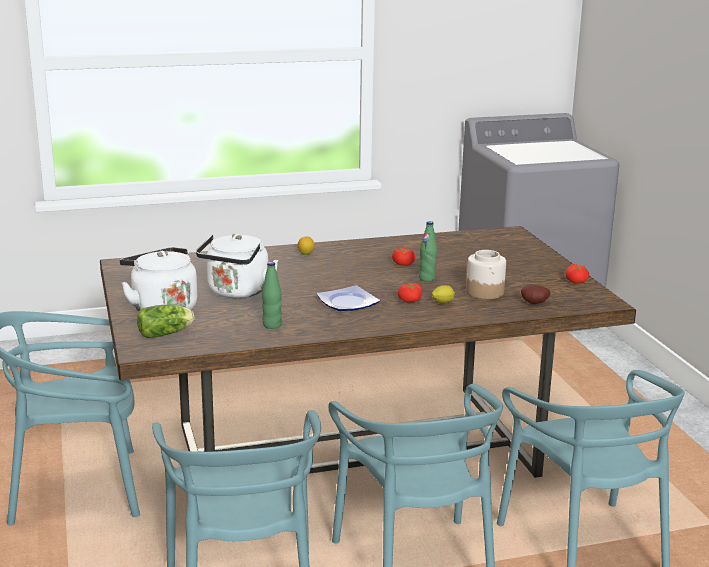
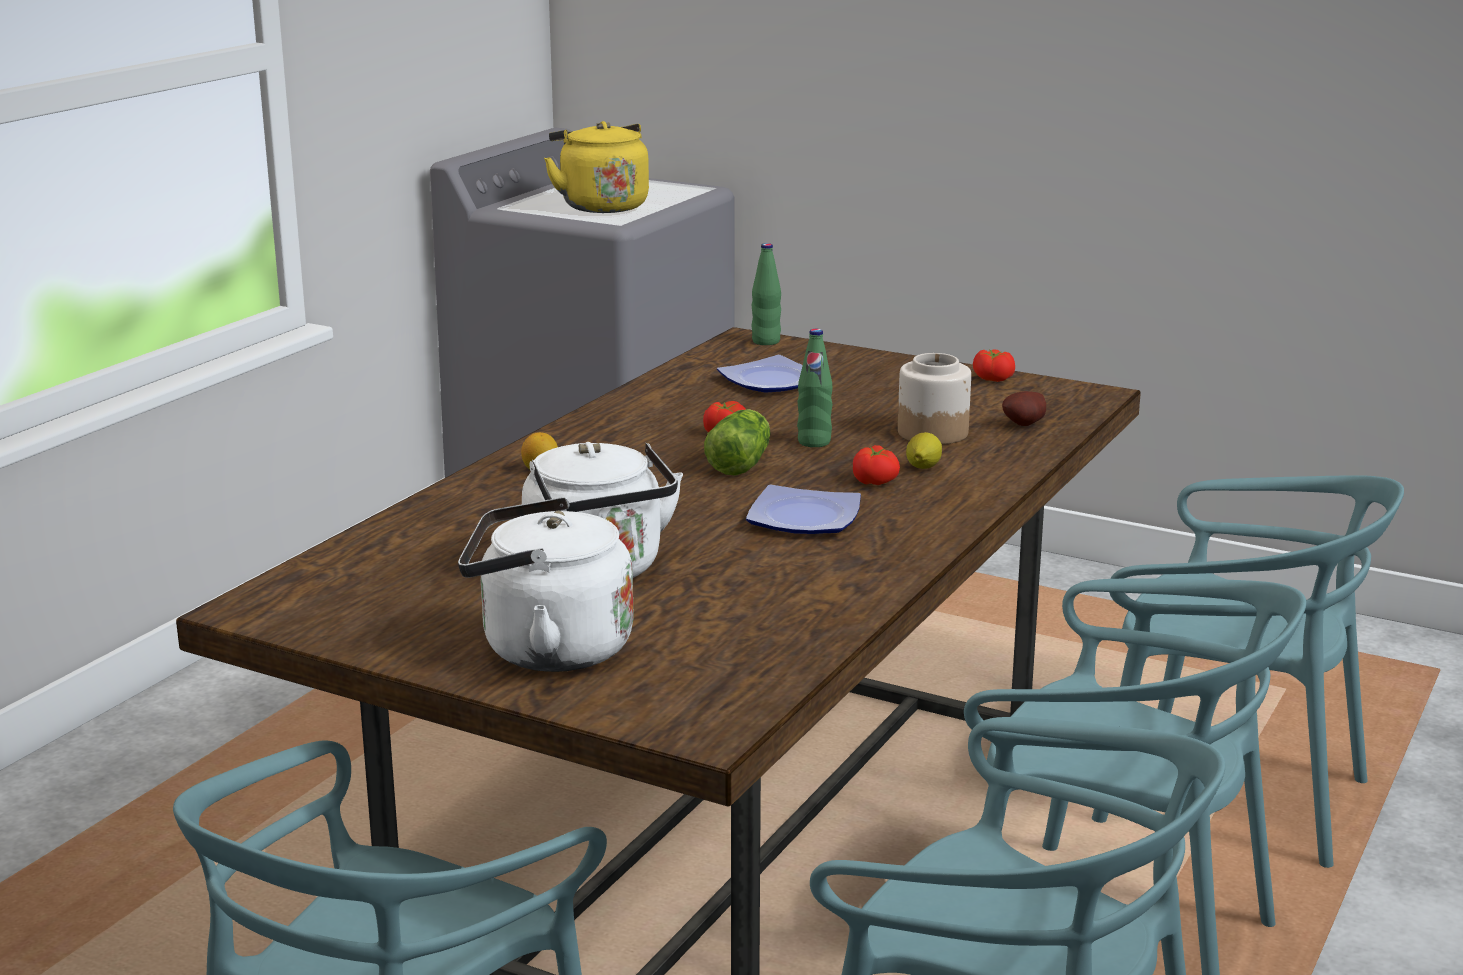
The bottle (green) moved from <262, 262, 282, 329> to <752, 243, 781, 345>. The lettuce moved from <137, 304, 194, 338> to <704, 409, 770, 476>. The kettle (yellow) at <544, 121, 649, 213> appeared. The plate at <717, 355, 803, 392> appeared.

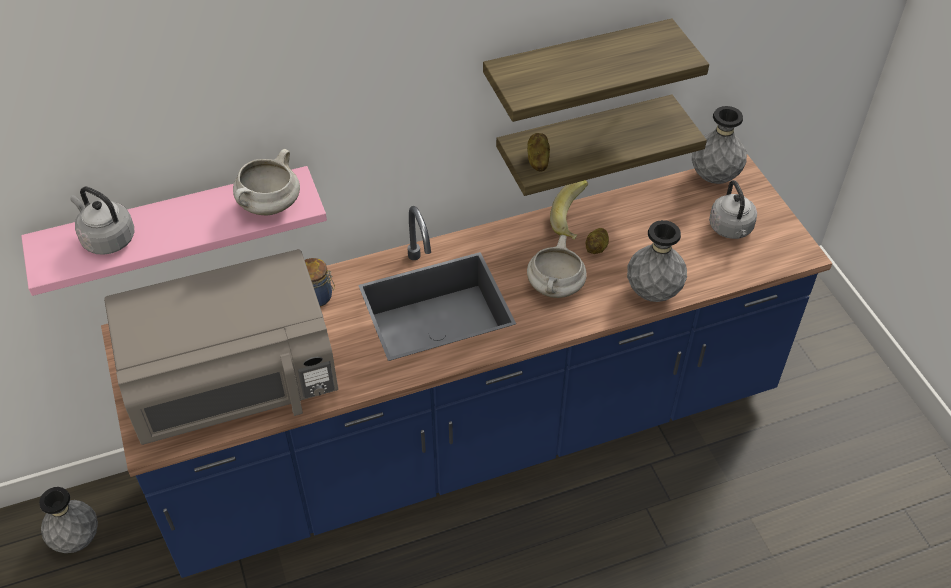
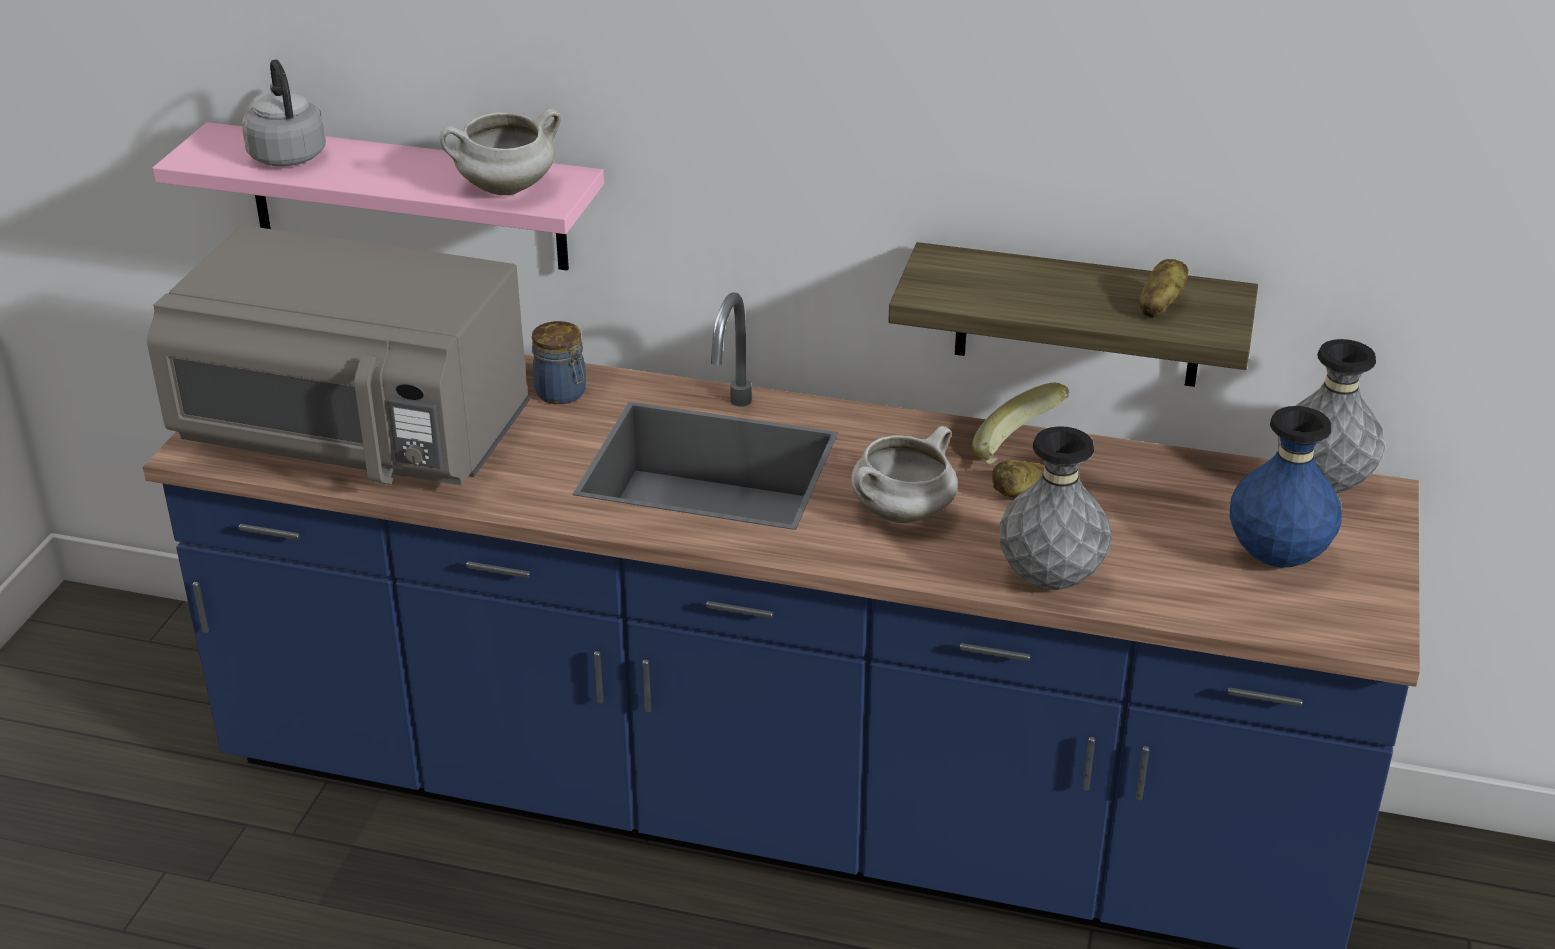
The shelf at <483, 18, 709, 122> disappeared. The potato moved from <527, 133, 550, 171> to <1139, 259, 1189, 317>. The kettle (grey) at <709, 180, 757, 239> was replaced by the vase (blue) at <1230, 406, 1342, 567>. The vase (grey) at <39, 487, 98, 553> disappeared.

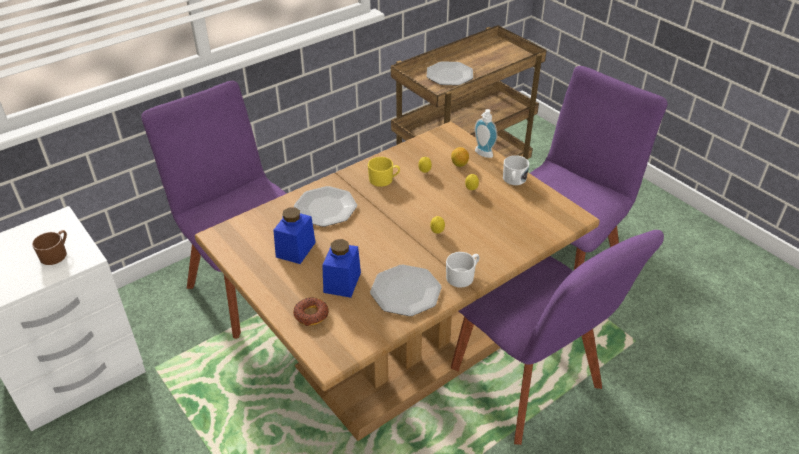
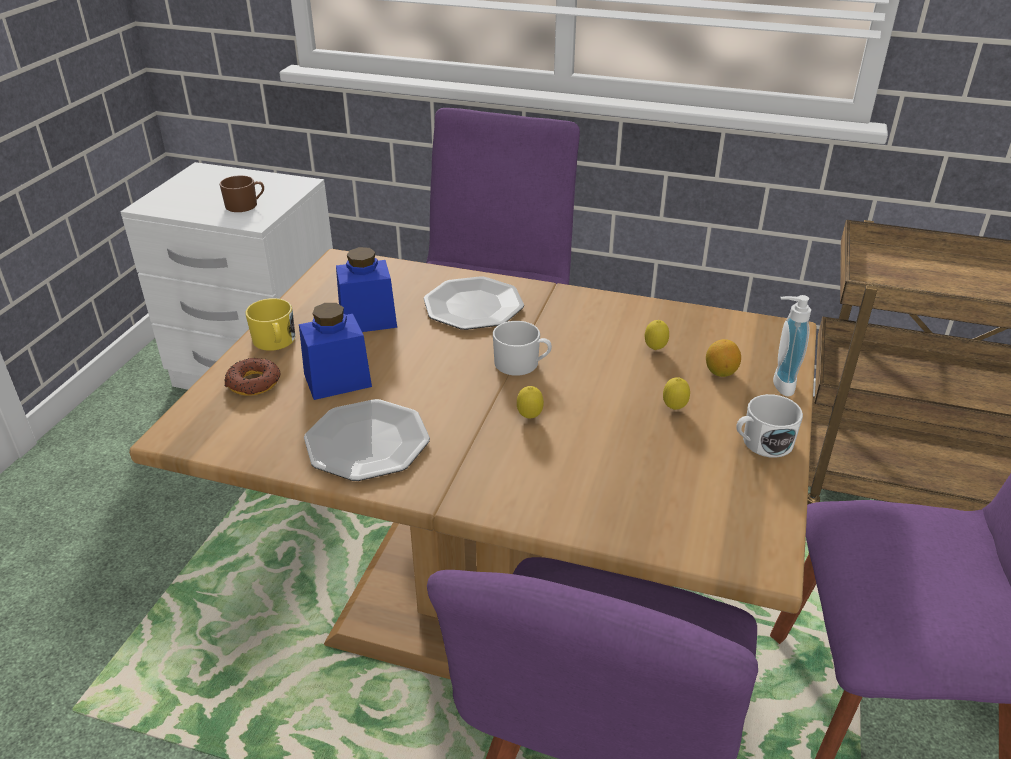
The plate at <427, 61, 473, 86> disappeared. The mug (yellow) moved from <368, 157, 400, 187> to <245, 298, 295, 351>. The mug (white) moved from <446, 252, 480, 288> to <493, 321, 552, 376>.

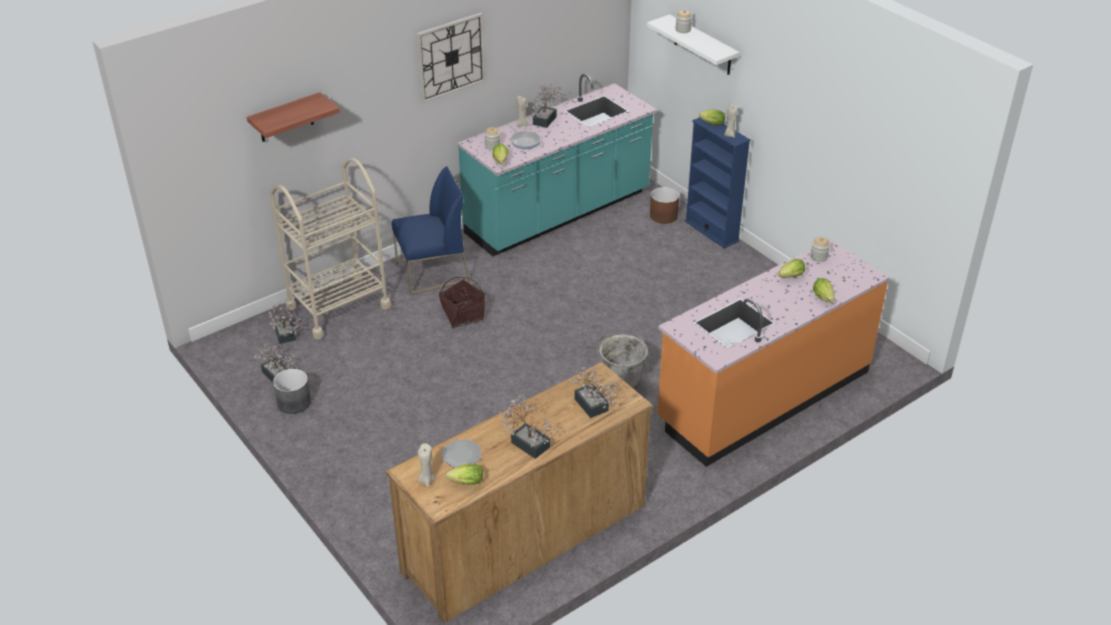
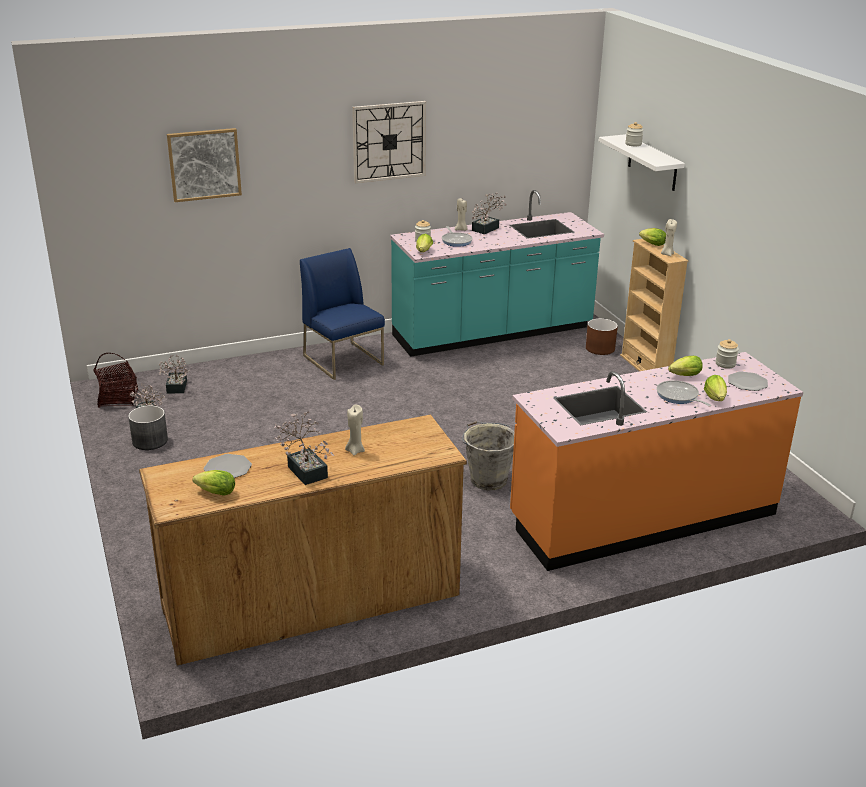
The shelf at <247, 92, 340, 142> was replaced by the picture at <167, 128, 242, 202>. The bookcase (blue) at <684, 117, 751, 249> became the bookcase (beige) at <620, 239, 688, 371>. The cart (beige) at <270, 158, 391, 339> disappeared. The chair (blue) at <392, 166, 470, 295> turned 120 degrees counterclockwise. The basket moved from <439, 277, 485, 329> to <94, 353, 138, 408>. The potted plant at <569, 367, 620, 418> disappeared. The candle (beige) moved from <418, 443, 436, 487> to <345, 404, 365, 456>. The plate at <728, 371, 768, 391> appeared. The frying pan at <657, 380, 711, 406> appeared.

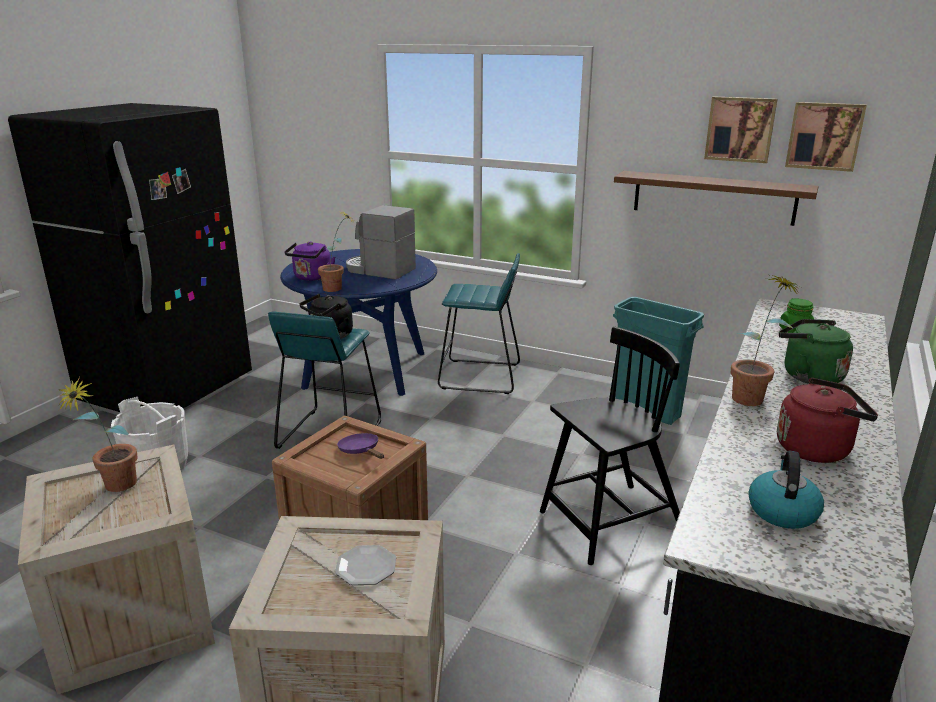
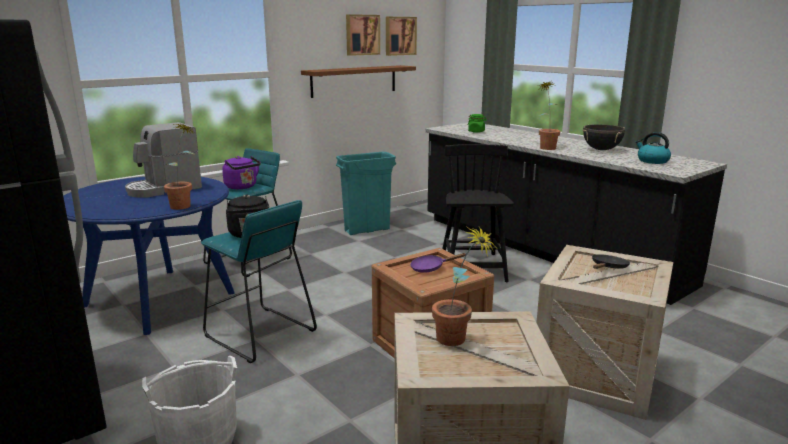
The kettle (purple) moved from <284, 241, 335, 281> to <222, 156, 261, 189>. The kettle (green) at <779, 319, 853, 384> disappeared. The kettle (red) at <777, 378, 878, 463> was replaced by the cooking pot (black) at <583, 124, 625, 150>. The plate at <335, 545, 396, 585> was replaced by the frying pan (black) at <592, 254, 630, 269>.

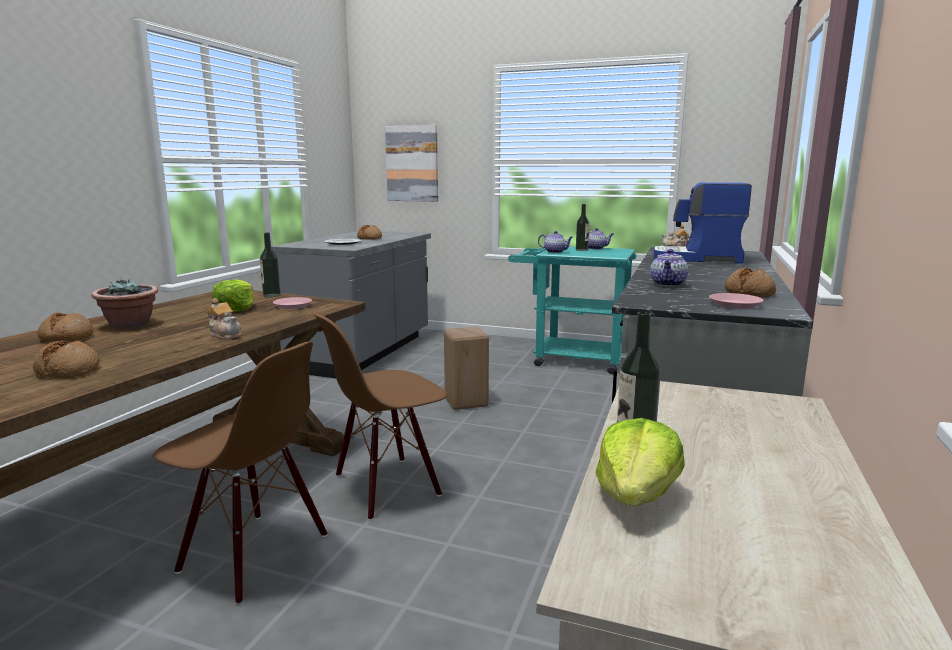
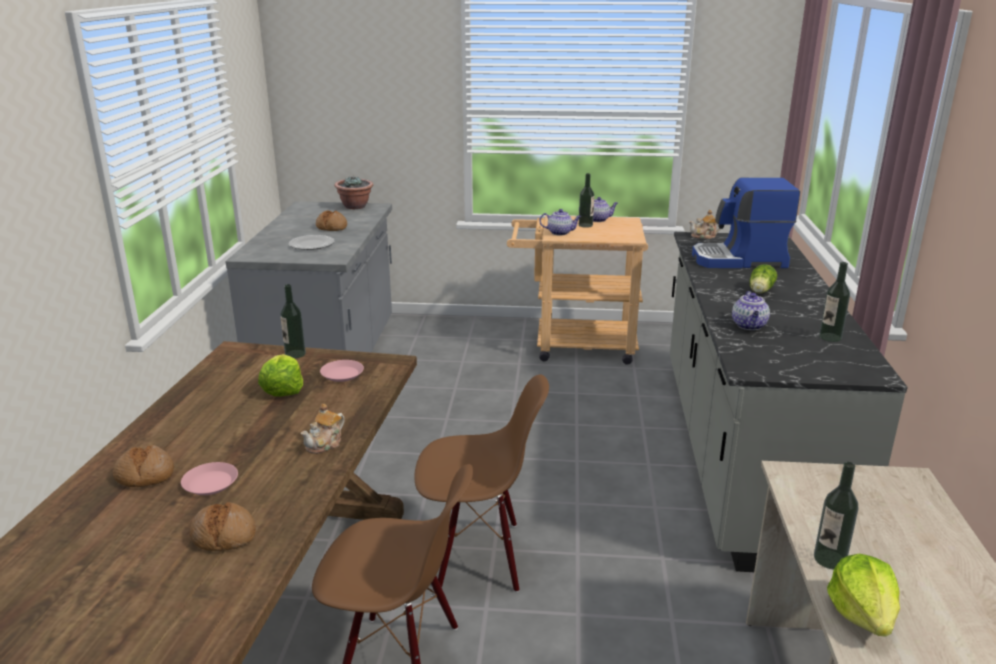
The picture at <385, 125, 438, 202> disappeared. The cart (turquoise) at <508, 246, 636, 374> became the cart (beige) at <507, 215, 648, 365>. The bread at <725, 268, 776, 297> was replaced by the bottle at <819, 262, 850, 342>. The potted plant moved from <91, 279, 158, 329> to <334, 176, 373, 209>. The plate (pink) moved from <709, 293, 764, 309> to <181, 462, 238, 495>. The teapot at <207, 298, 241, 339> turned 105 degrees clockwise. The chair (brown) at <310, 311, 447, 520> turned 135 degrees counterclockwise. The stool (beige) at <444, 326, 489, 410> disappeared. The lettuce at <749, 264, 777, 293> appeared.

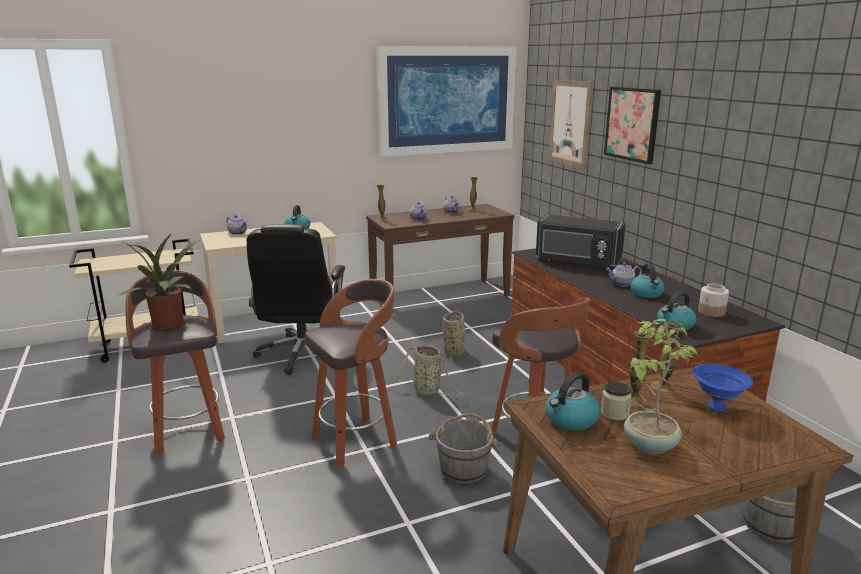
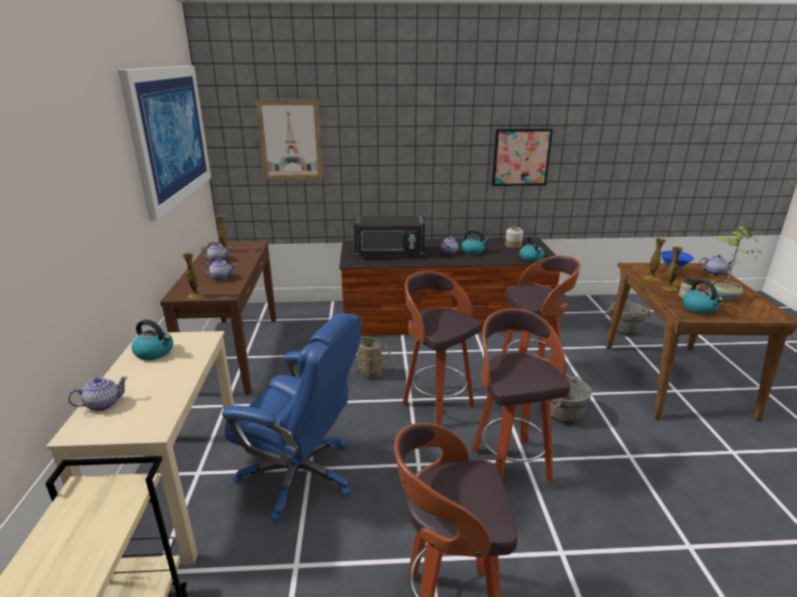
The picture moved from <604, 87, 661, 164> to <492, 129, 553, 186>. The microwave (black) at <536, 214, 626, 268> turned 45 degrees clockwise. The office chair (black) at <247, 224, 345, 375> became the office chair (blue) at <222, 313, 361, 524>. The potted plant at <118, 233, 202, 331> disappeared. The basket at <395, 345, 465, 397> was replaced by the stool at <403, 271, 481, 426>. The teapot at <698, 255, 736, 276> appeared.

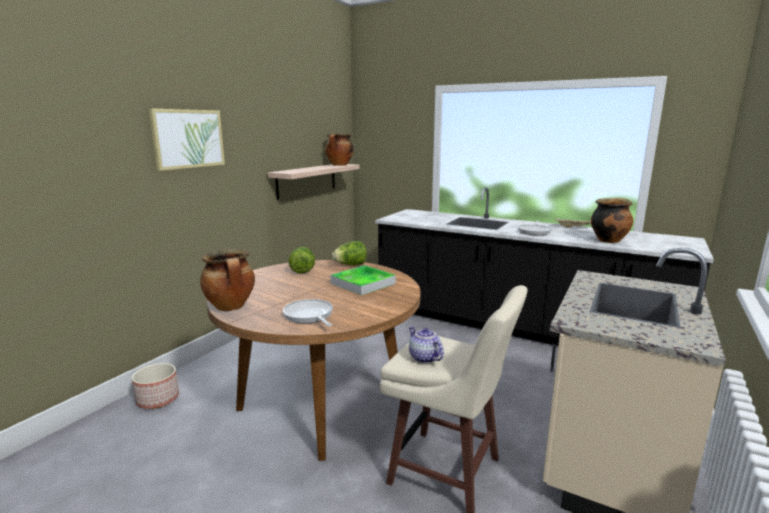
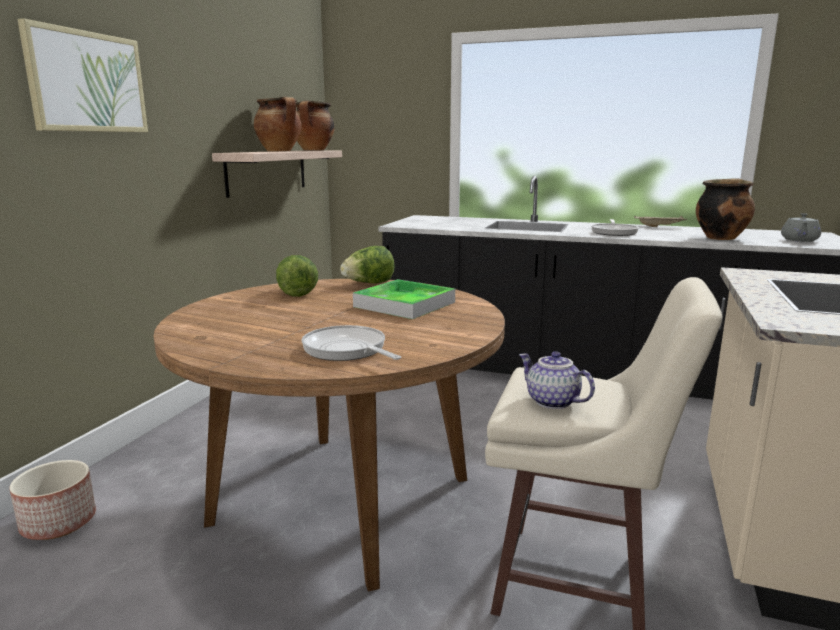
The cooking pot moved from <200, 249, 255, 311> to <254, 97, 302, 152>. The teapot (grey) at <781, 213, 821, 242> appeared.

